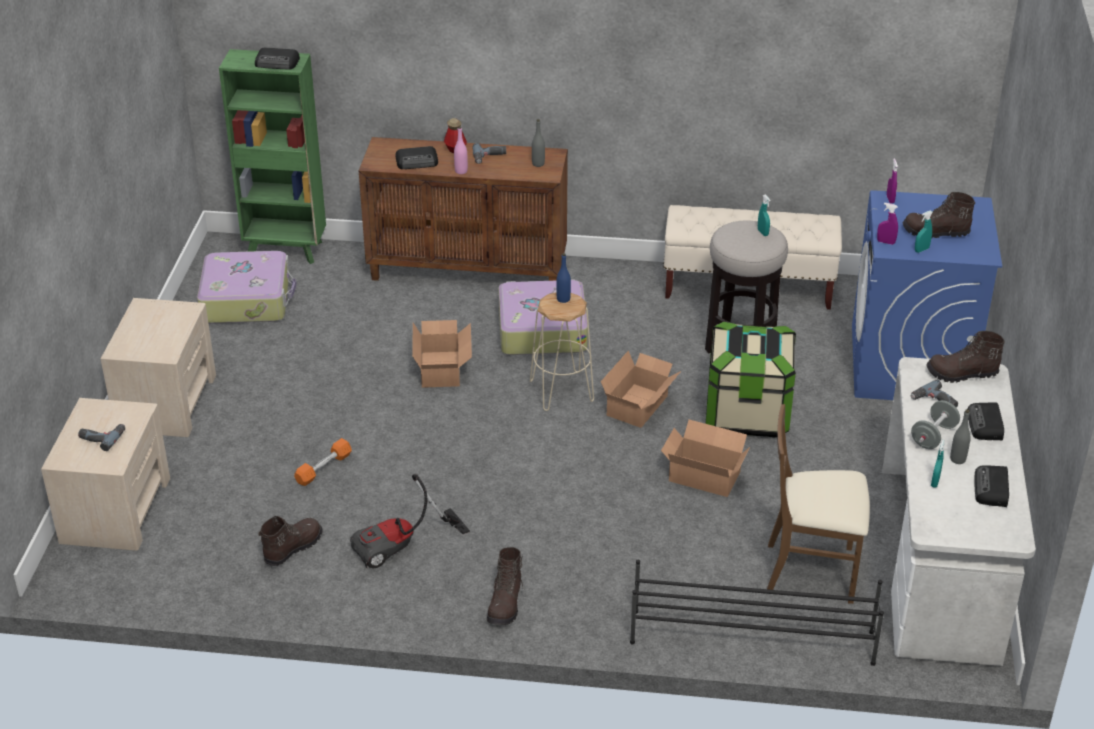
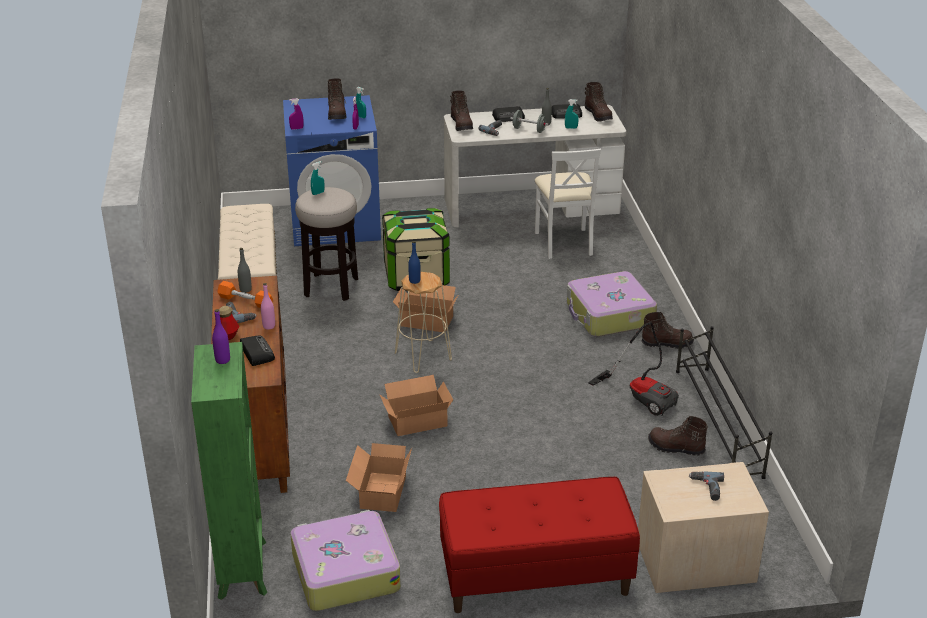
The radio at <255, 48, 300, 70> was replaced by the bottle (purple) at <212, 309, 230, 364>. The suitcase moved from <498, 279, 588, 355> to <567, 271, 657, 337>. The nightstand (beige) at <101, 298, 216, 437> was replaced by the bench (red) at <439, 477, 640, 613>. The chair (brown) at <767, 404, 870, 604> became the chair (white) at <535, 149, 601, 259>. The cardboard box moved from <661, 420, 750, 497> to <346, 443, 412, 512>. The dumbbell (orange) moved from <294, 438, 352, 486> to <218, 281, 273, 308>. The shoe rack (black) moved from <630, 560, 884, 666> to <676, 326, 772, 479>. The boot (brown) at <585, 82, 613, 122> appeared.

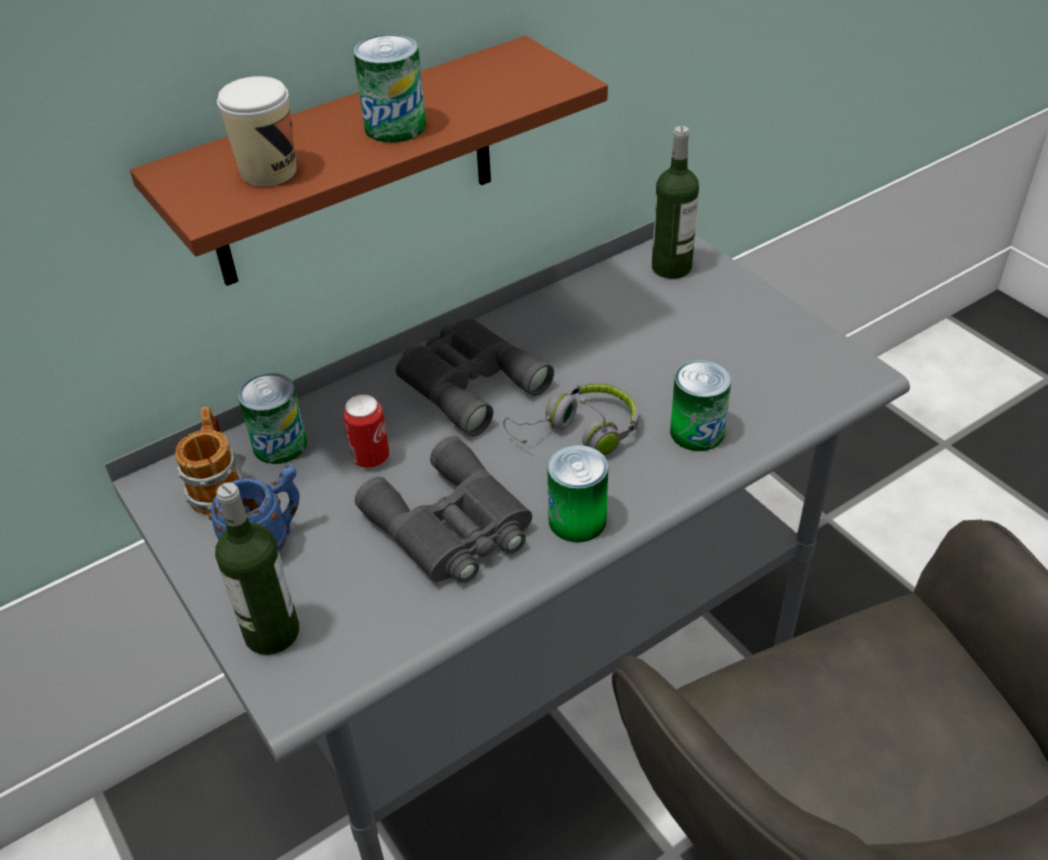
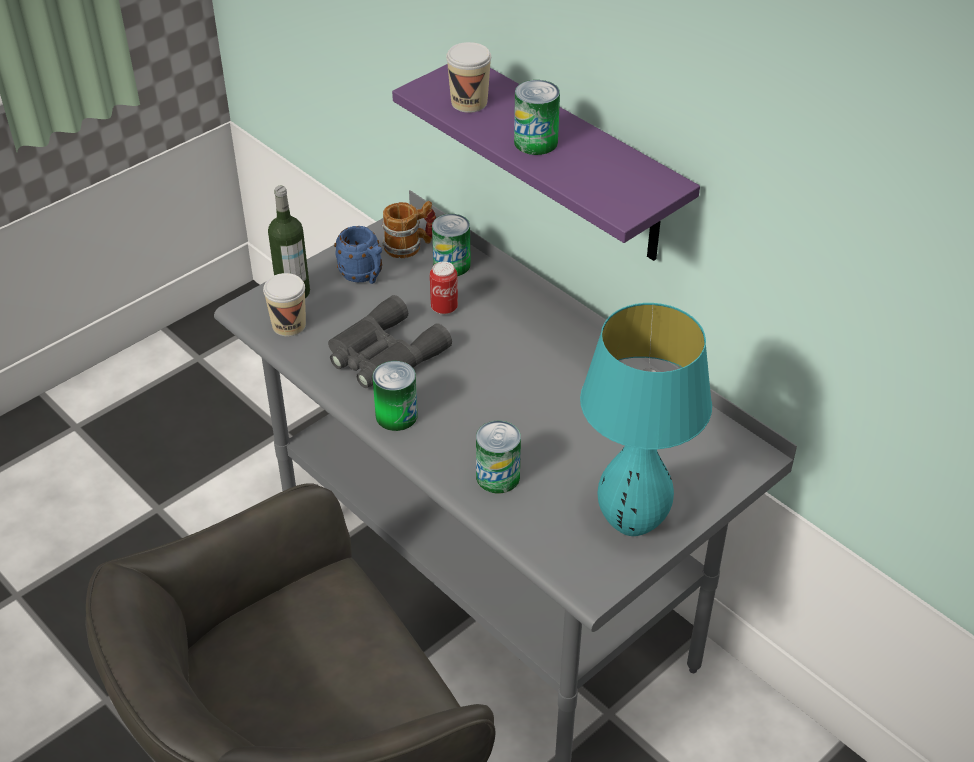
The shelf (brown) at <130, 36, 608, 286> became the shelf (purple) at <392, 64, 700, 261>. The bottle at <652, 126, 699, 279> disappeared. The binoculars (grey) at <395, 318, 554, 437> disappeared. The headphones (grey) at <503, 381, 639, 456> disappeared. The cup at <263, 273, 306, 336> appeared. The table lamp (turquoise) at <580, 303, 712, 536> appeared.

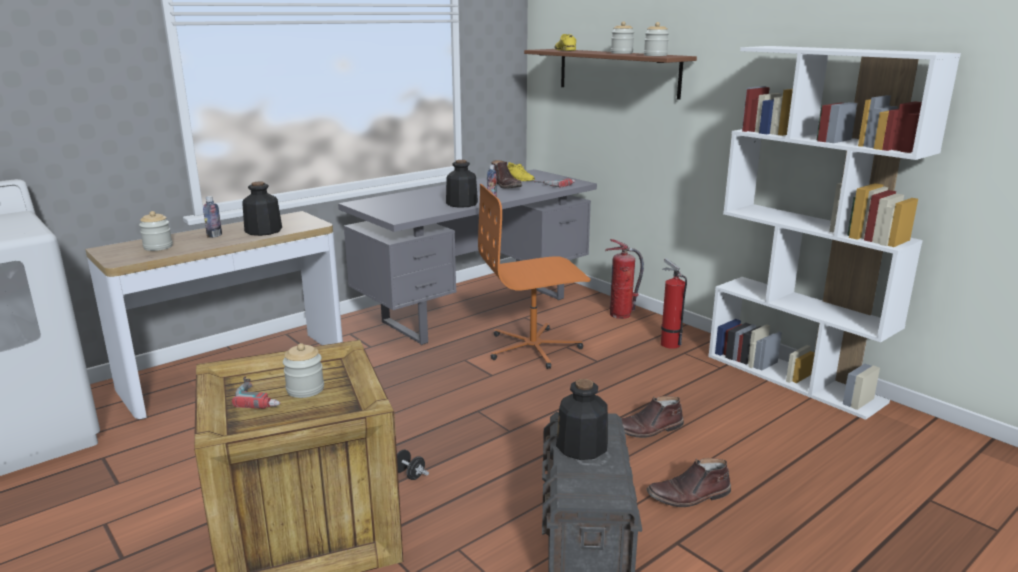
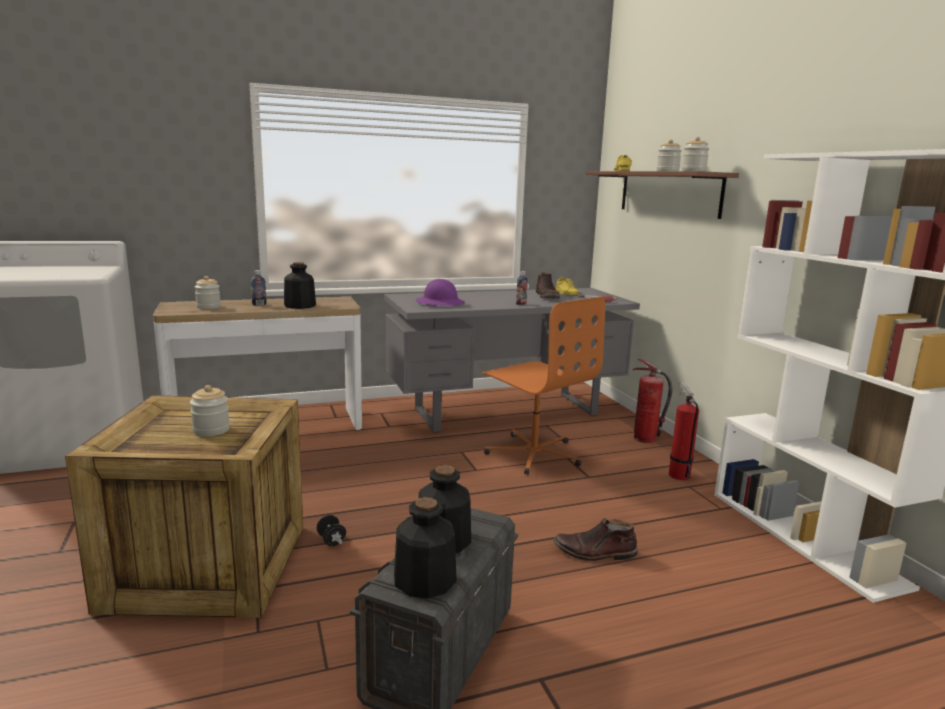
The bottle moved from <446, 160, 478, 208> to <394, 497, 457, 598>. The office chair (orange) at <478, 184, 591, 369> turned 135 degrees counterclockwise. The power drill at <232, 376, 280, 409> disappeared. The boot (brown) at <646, 458, 731, 507> disappeared. The hard hat (purple) at <416, 279, 465, 306> appeared.

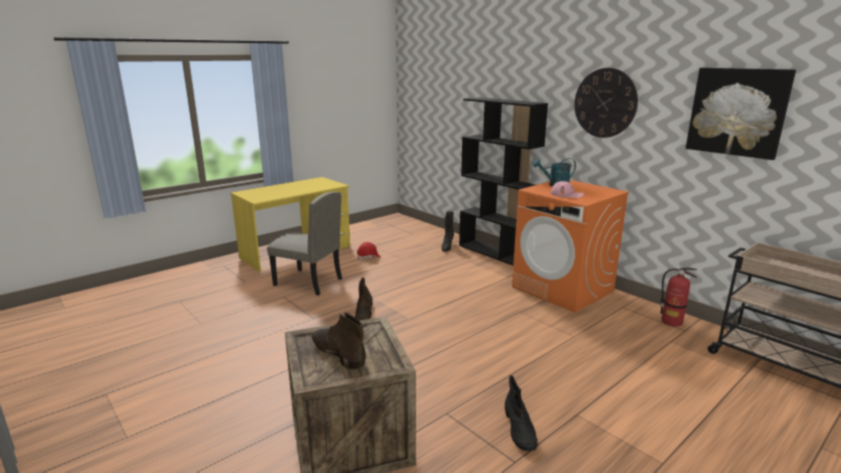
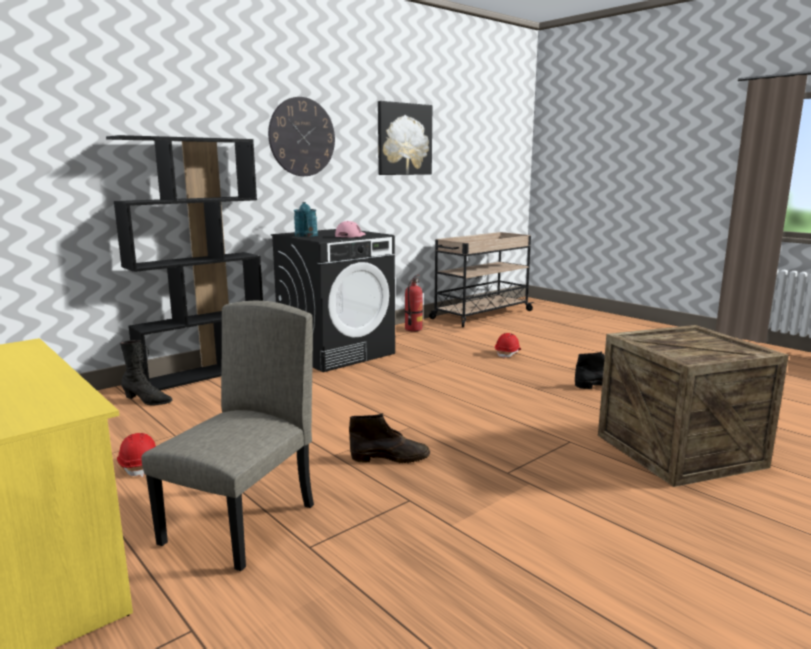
The washing machine (orange) at <512, 180, 629, 313> became the washing machine (black) at <271, 229, 395, 372>. The boot (brown) at <312, 312, 366, 370> disappeared. The hard hat (red) at <495, 333, 521, 359> appeared.

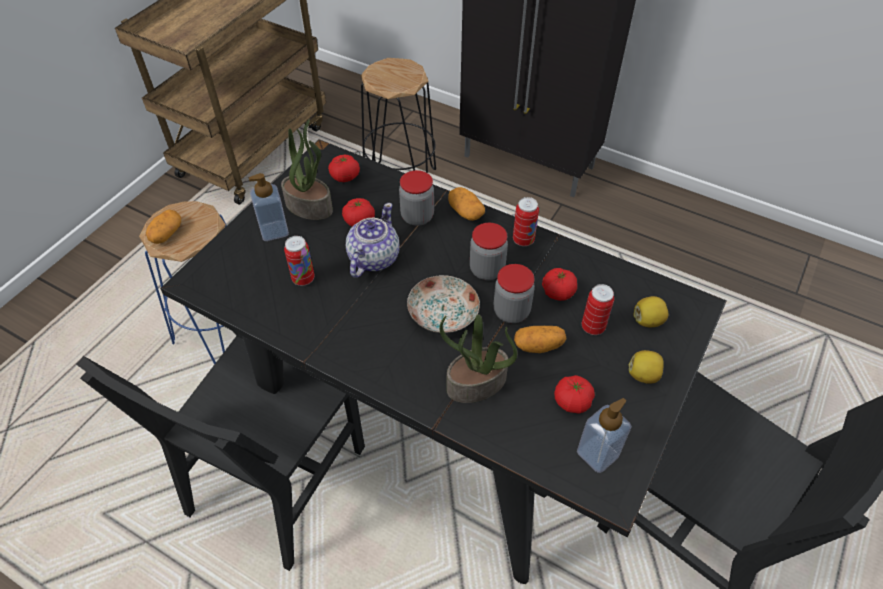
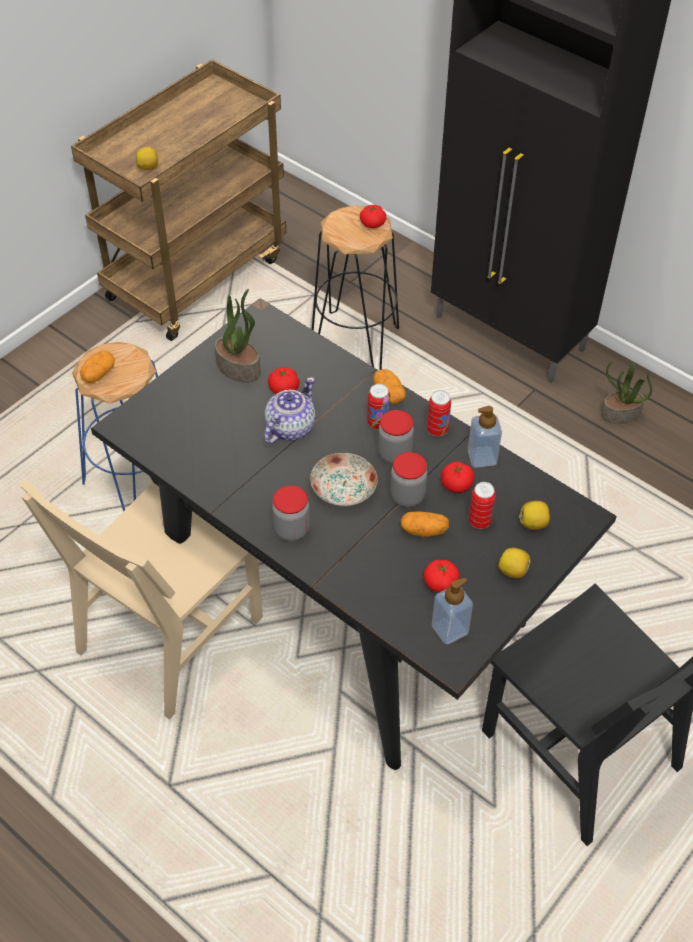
The tomato moved from <328, 155, 360, 182> to <360, 205, 386, 228>. The jar moved from <399, 170, 434, 226> to <272, 485, 310, 541>. The soap dispenser moved from <249, 173, 289, 241> to <468, 406, 502, 468>. The can moved from <284, 236, 315, 286> to <367, 384, 390, 430>. The potted plant moved from <439, 314, 517, 403> to <601, 362, 652, 424>. The chair (black) at <76, 336, 365, 571> became the chair (beige) at <20, 479, 263, 720>. The lemon at <136, 147, 158, 170> appeared.

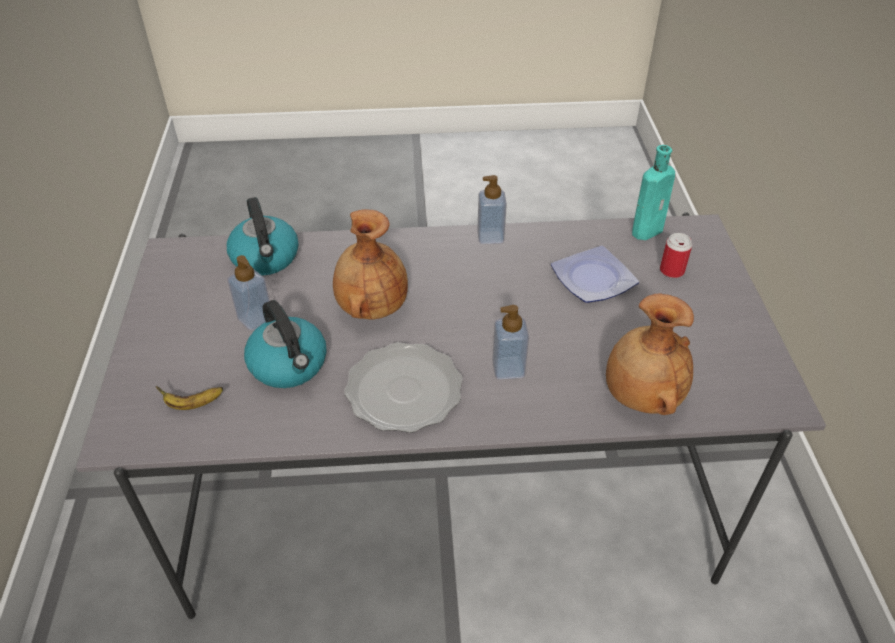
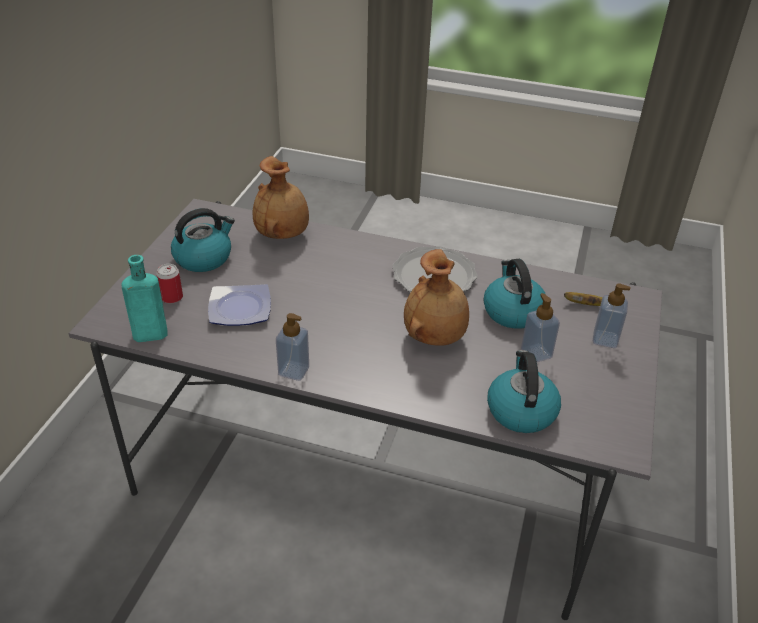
The soap dispenser moved from <492, 305, 529, 379> to <593, 283, 631, 348>. The kettle at <171, 208, 235, 272> appeared.

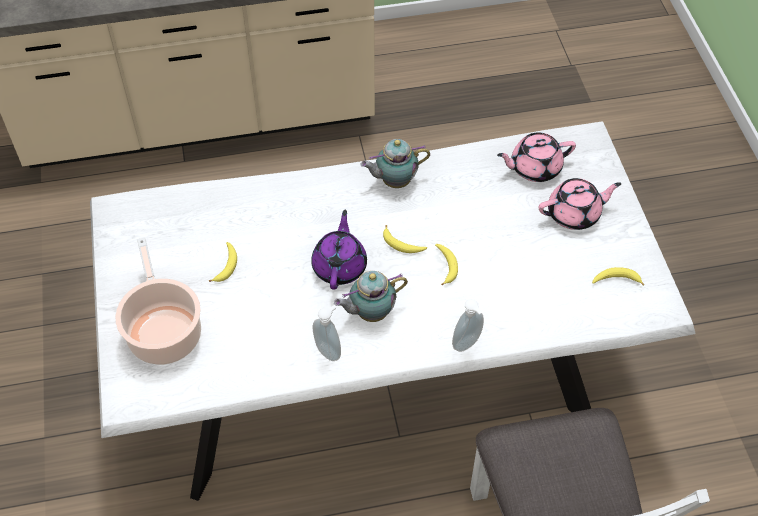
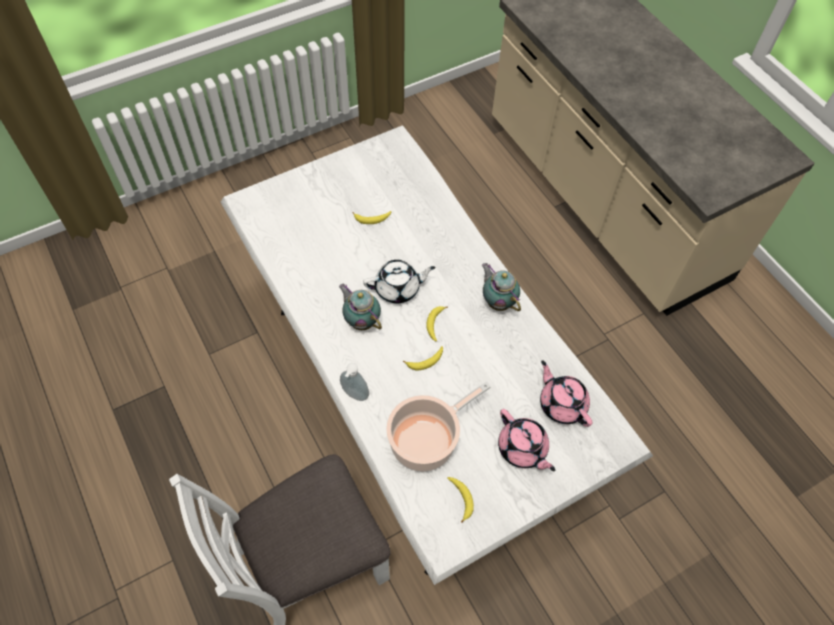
The teapot (purple) at <311, 210, 367, 290> became the teapot (white) at <363, 260, 436, 303>. The cooking pot moved from <115, 238, 201, 365> to <386, 382, 491, 472>. The soap dispenser at <313, 305, 341, 361> disappeared.

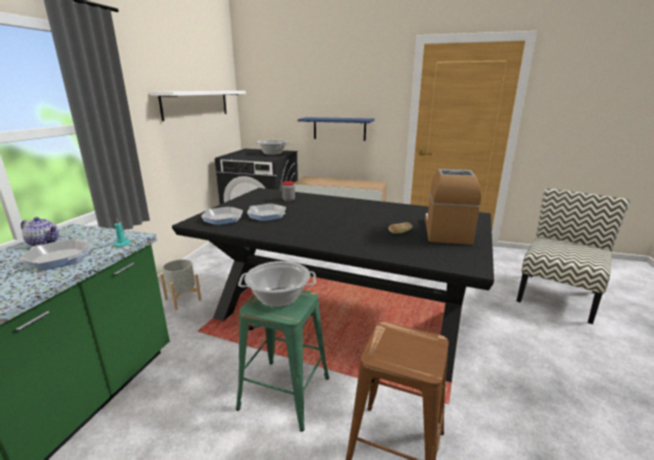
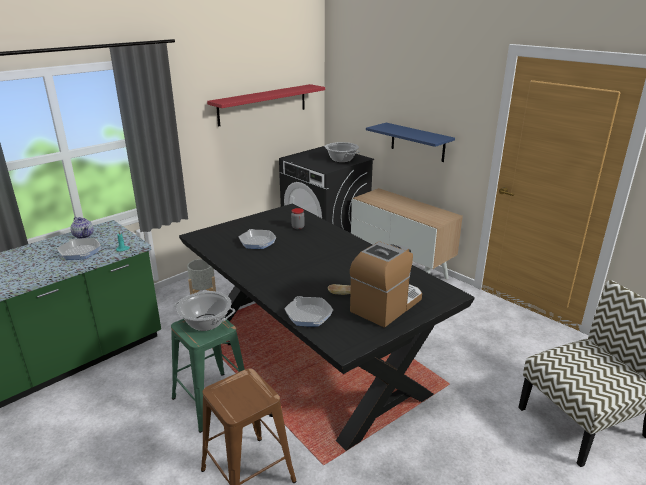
The shelf (white) at <150, 91, 246, 121> became the shelf (red) at <207, 84, 325, 127>. The frying pan moved from <201, 207, 243, 225> to <284, 296, 333, 327>.

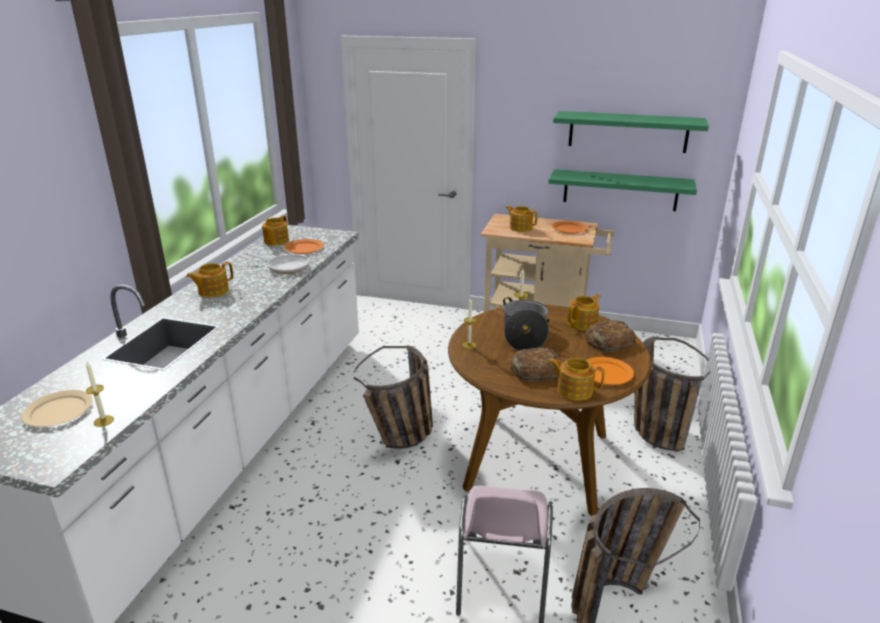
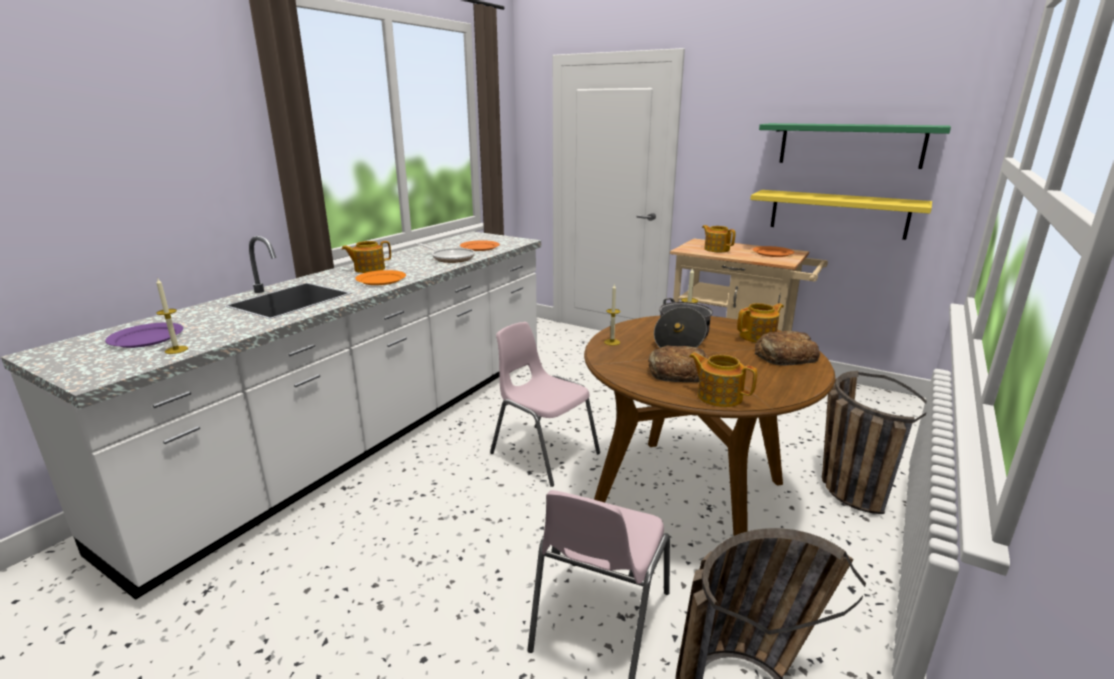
The shelf (green) at <548, 169, 697, 211> became the shelf (yellow) at <750, 190, 932, 240>. The teapot at <262, 215, 289, 246> disappeared. The basket at <354, 345, 433, 449> was replaced by the chair (pink) at <490, 322, 600, 487>. The plate (orange) moved from <587, 357, 634, 385> to <355, 270, 406, 285>. The plate (beige) at <21, 390, 92, 427> became the plate (purple) at <105, 322, 183, 348>.

